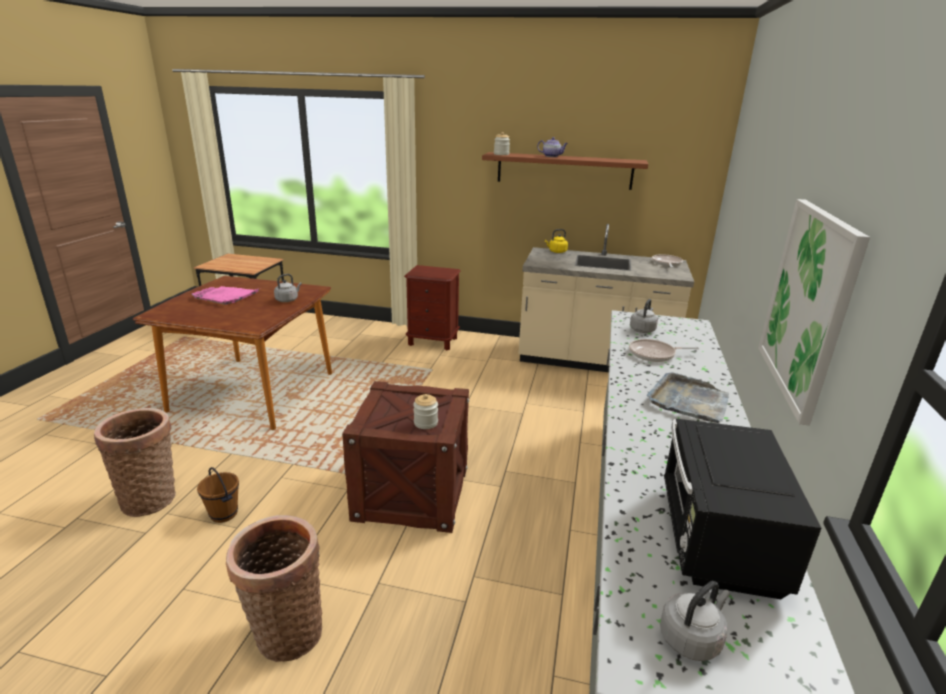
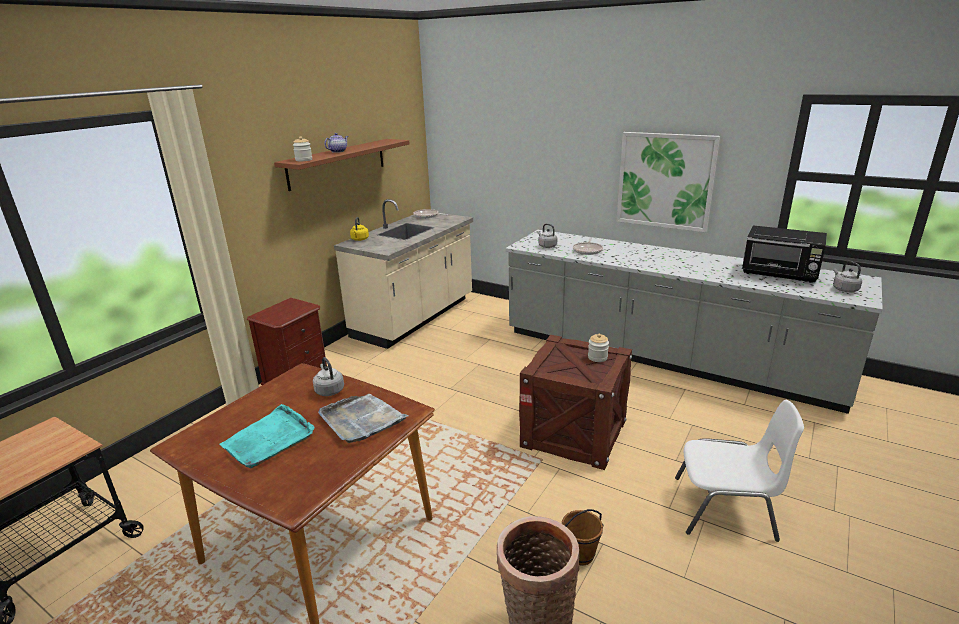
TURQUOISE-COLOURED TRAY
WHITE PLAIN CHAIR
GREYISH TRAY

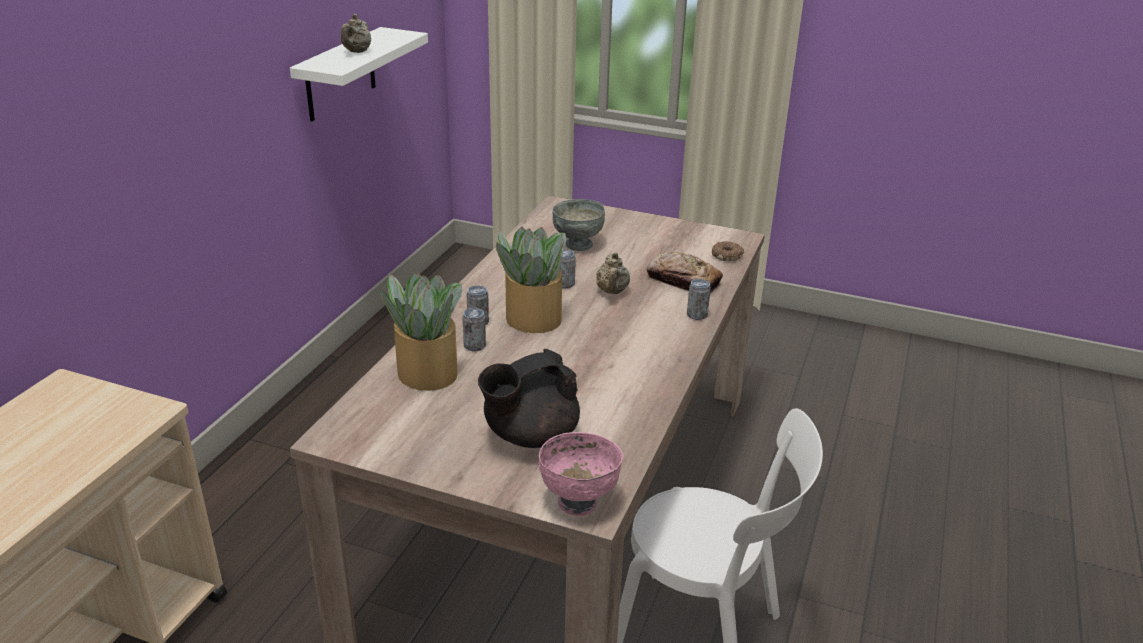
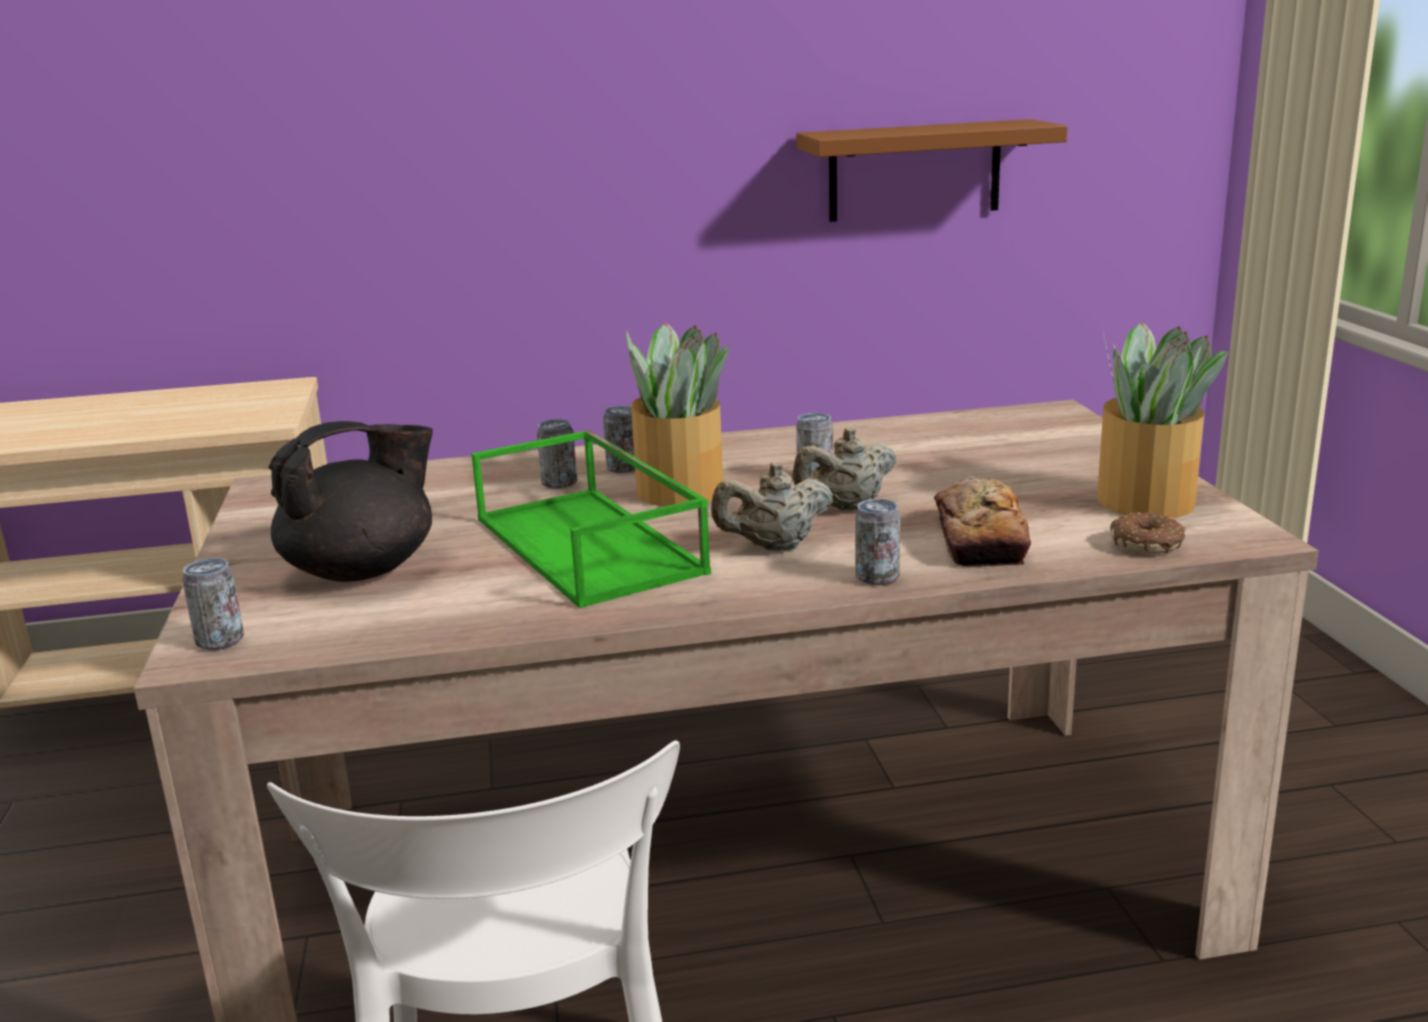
BROWNISH BRACKET SHELF
BEIGE-COLOURED TEAPOT (1st from left)
HOUSEPLANT (2nd from left)
BLACKISH TEAPOT
CAN (1st from left)
GREYISH SERVING BOWL
GREEN-COLOURED TRAY

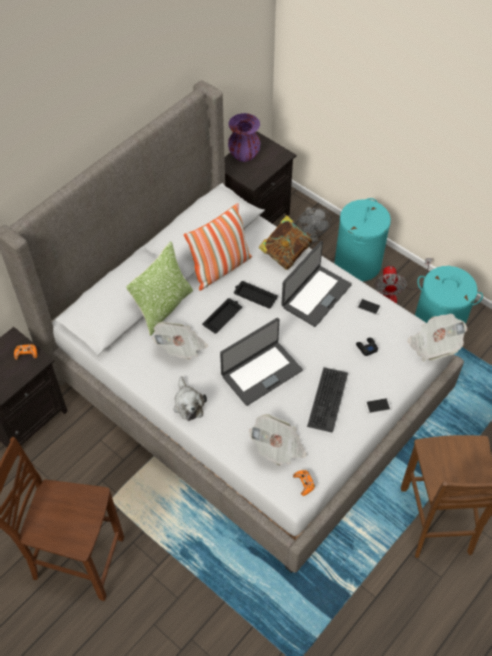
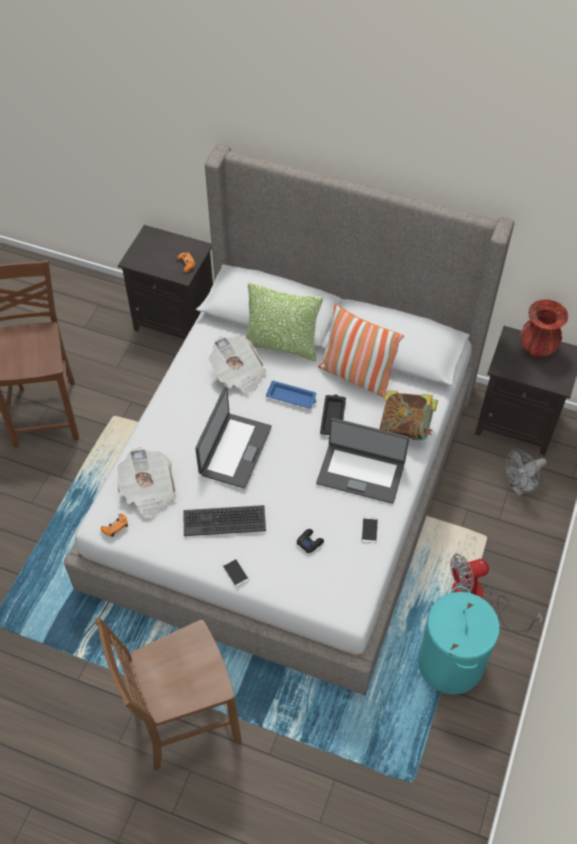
PLUSH TOY
BLUE TRAY
LAPTOP (1st from left)
REDDISH DECORATIVE VASE
TURQUOISE-COLOURED WASHING BASKET (1st from left in the first image)
DAILY PAPER (3rd from left in the first image)

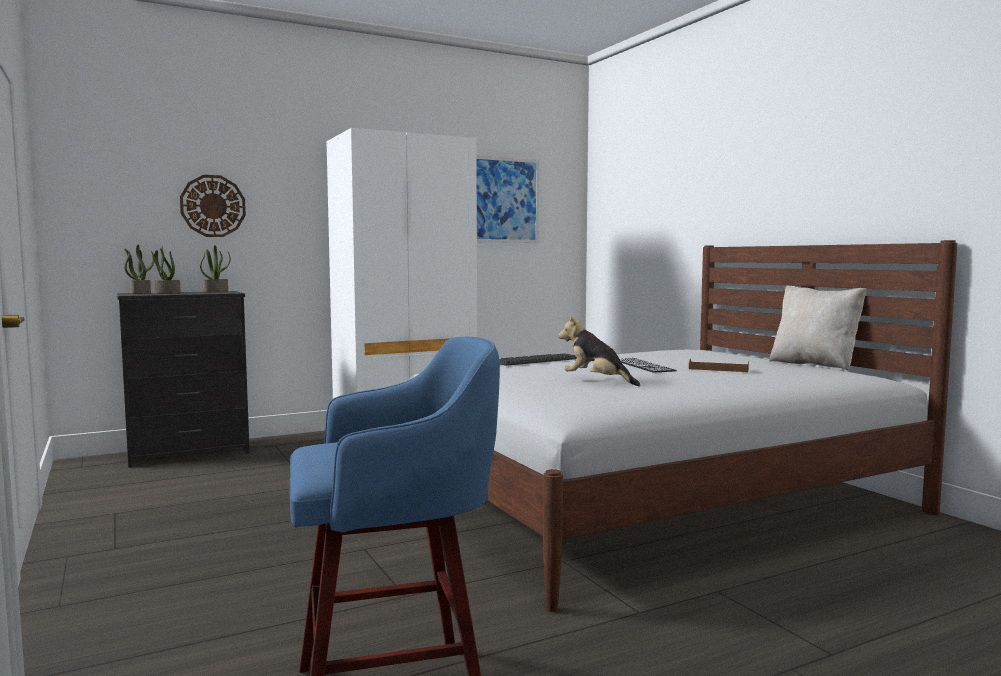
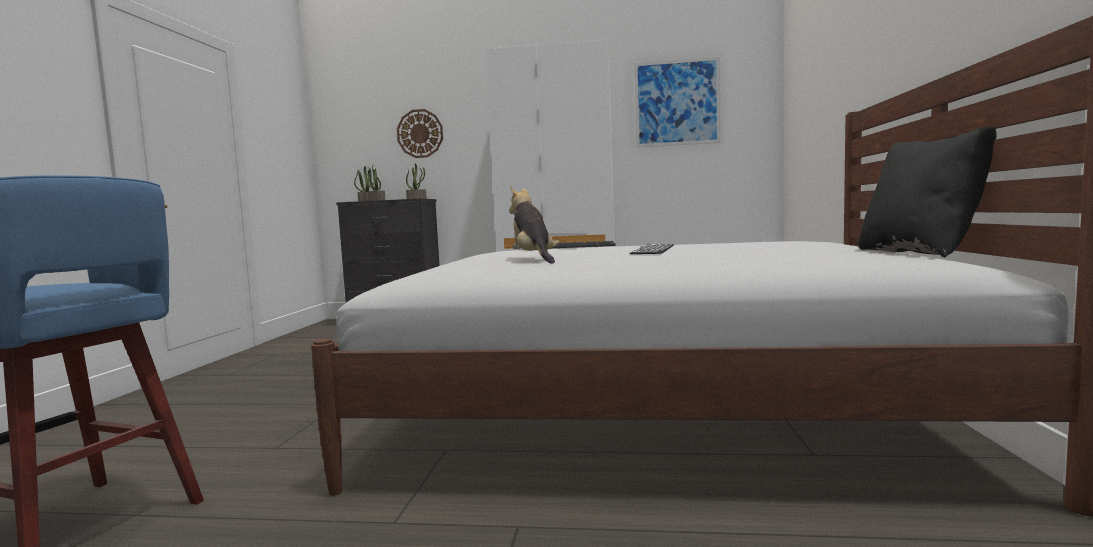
BROWNISH TRAY
BLACKISH THROW PILLOW

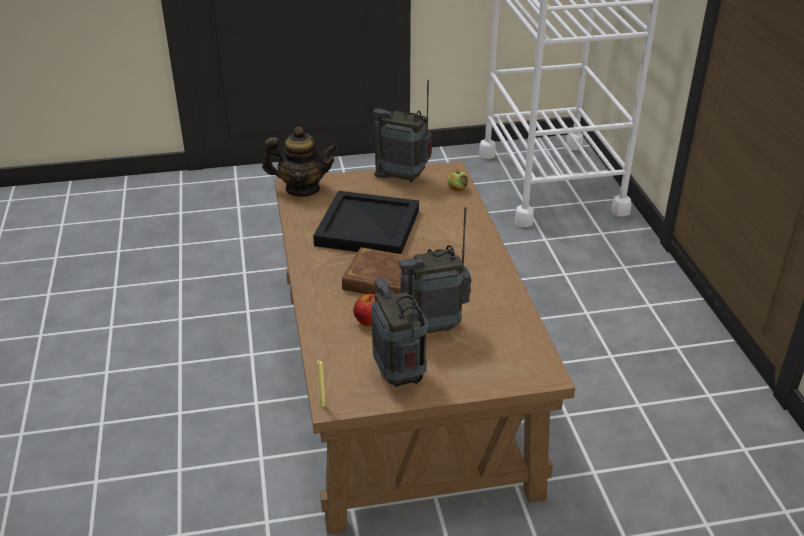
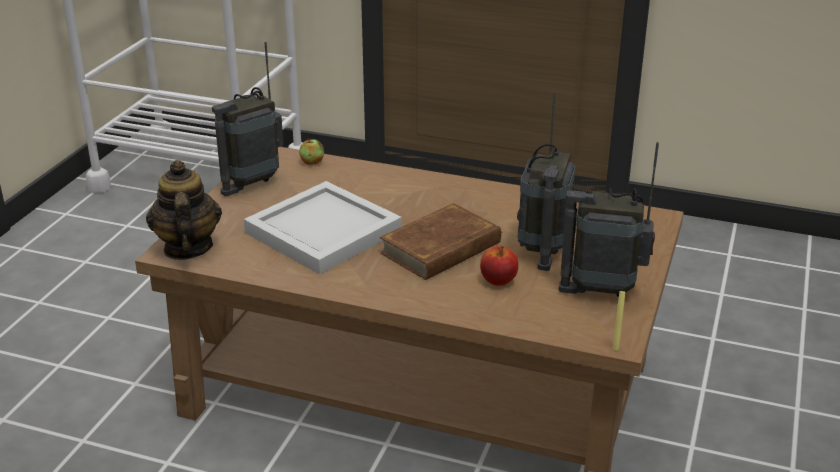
TEAPOT
WHITE TRAY

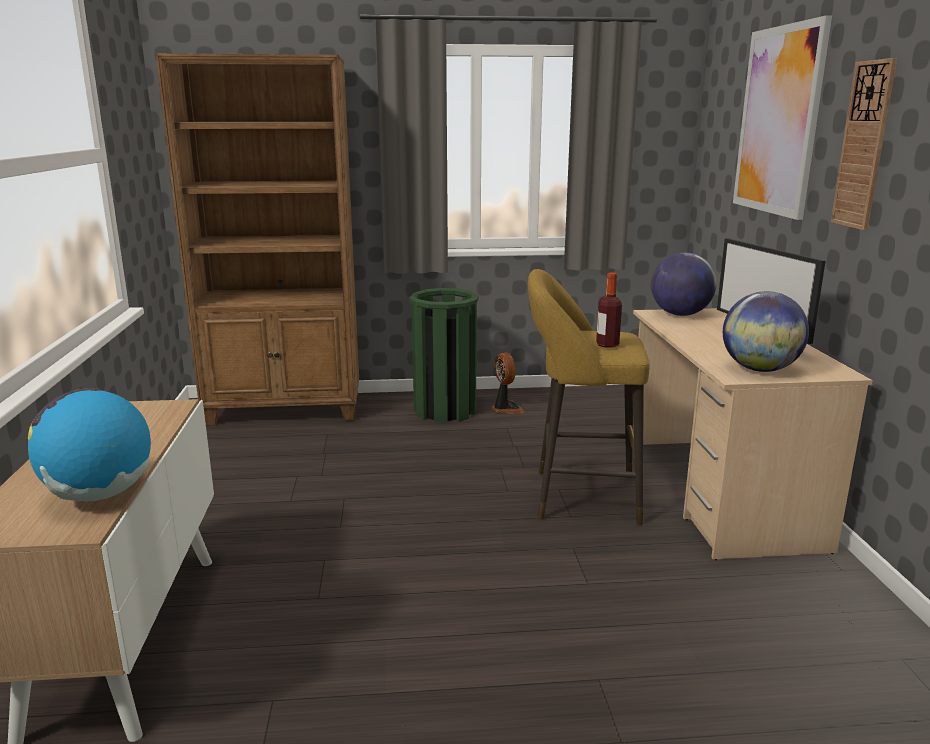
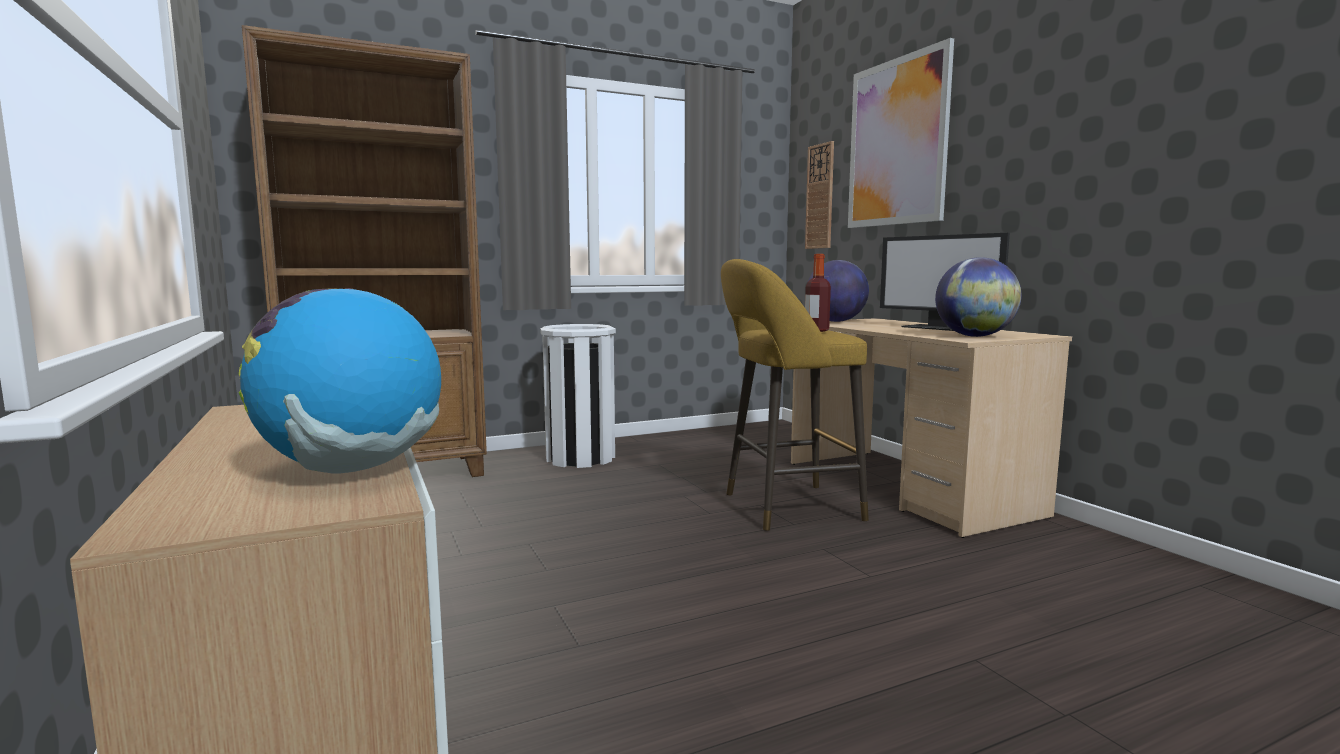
WHITE TRASH CAN
FAN
CLOCK ON THE WALL

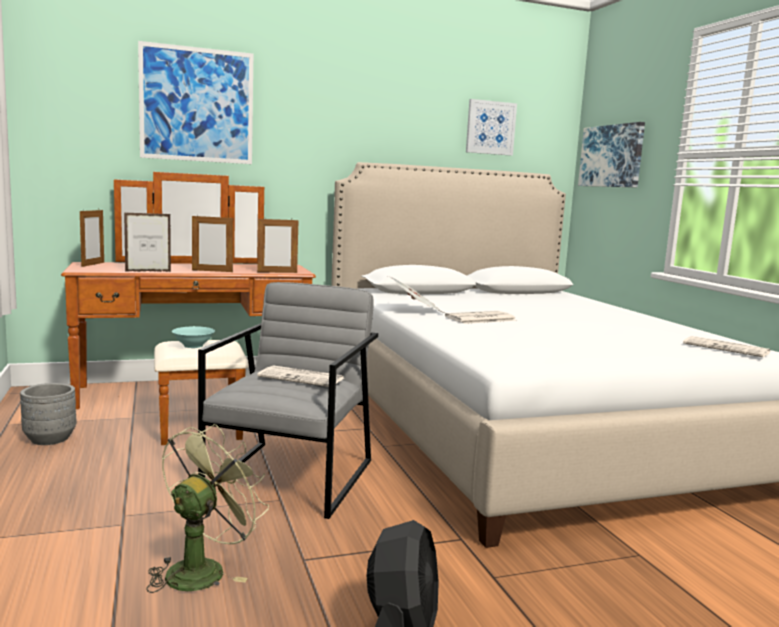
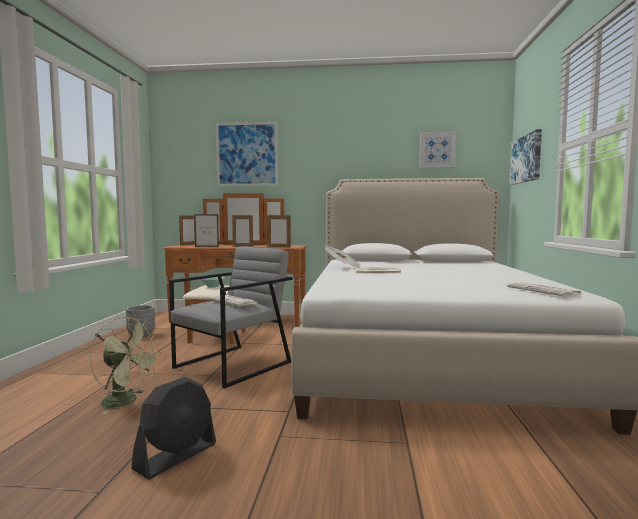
GREEN-COLOURED FAN

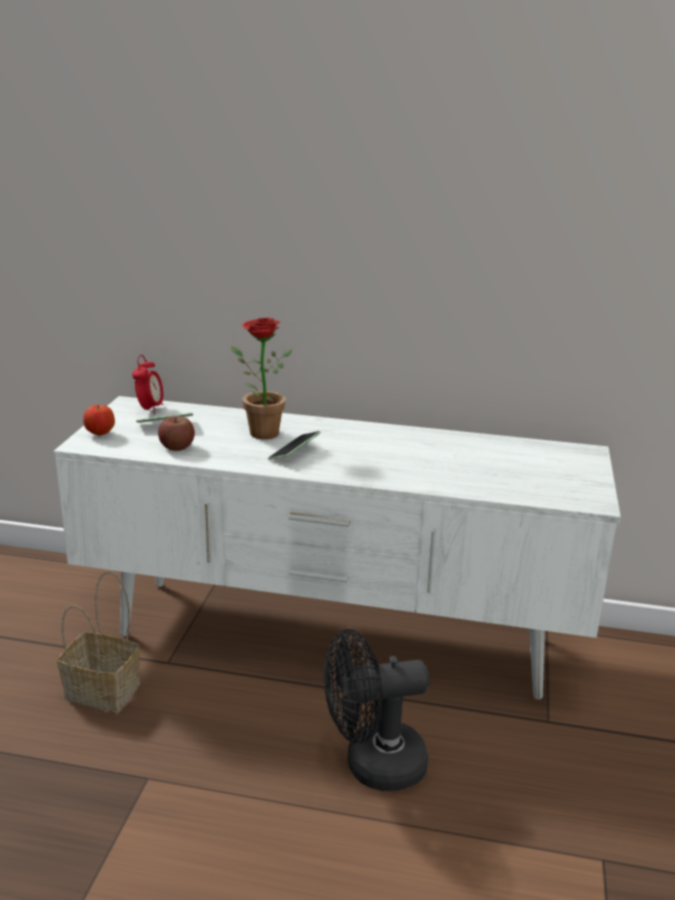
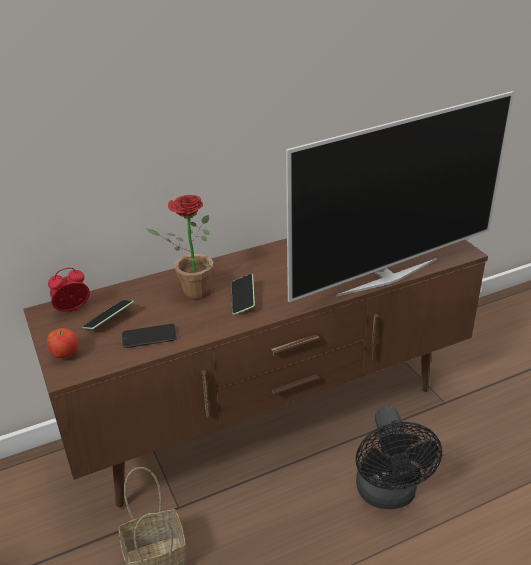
BROWNISH TV STAND
BEDSIDE CLOCK
PHONE (2nd from left)
BLACKISH FAN
TV

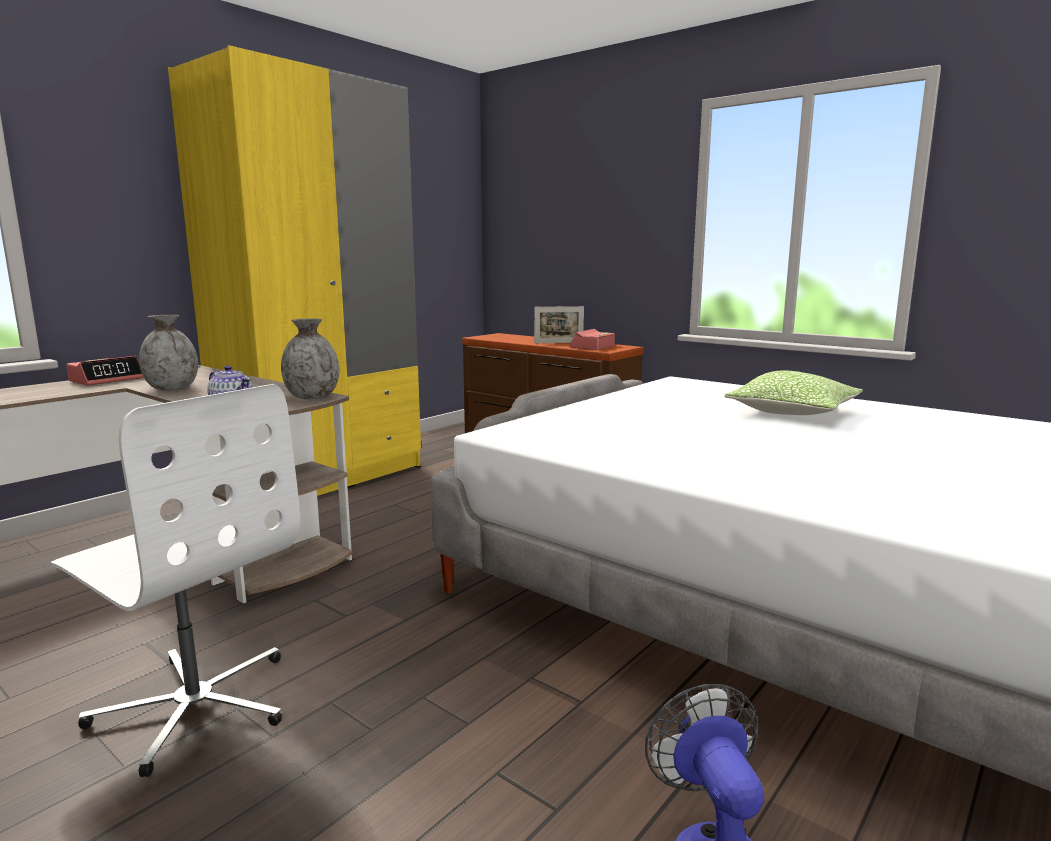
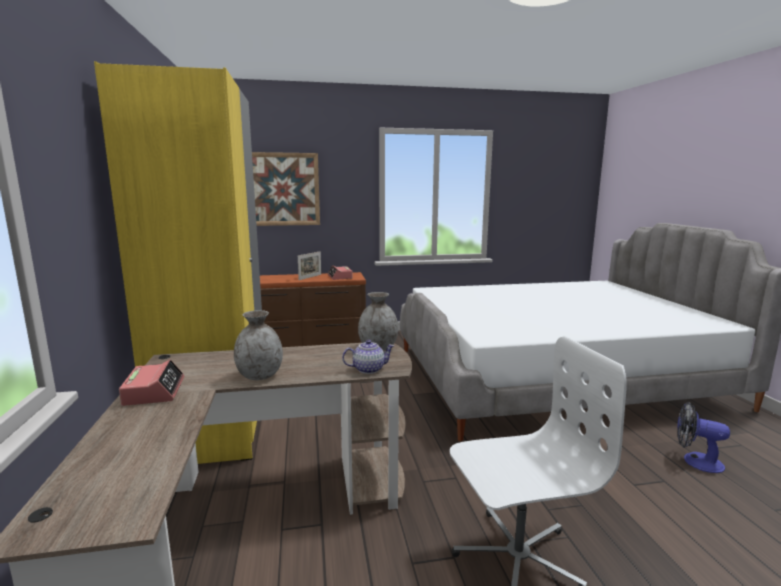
THROW PILLOW
WALL ART

